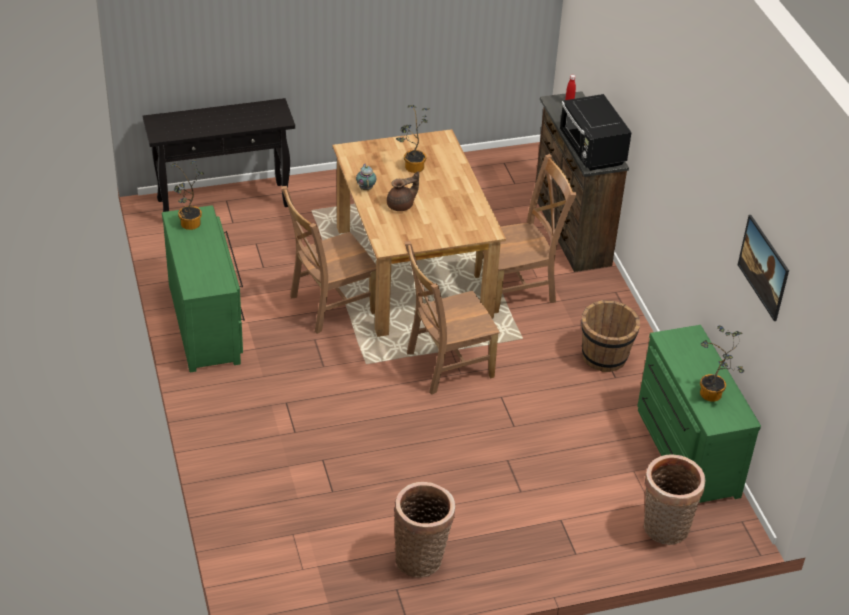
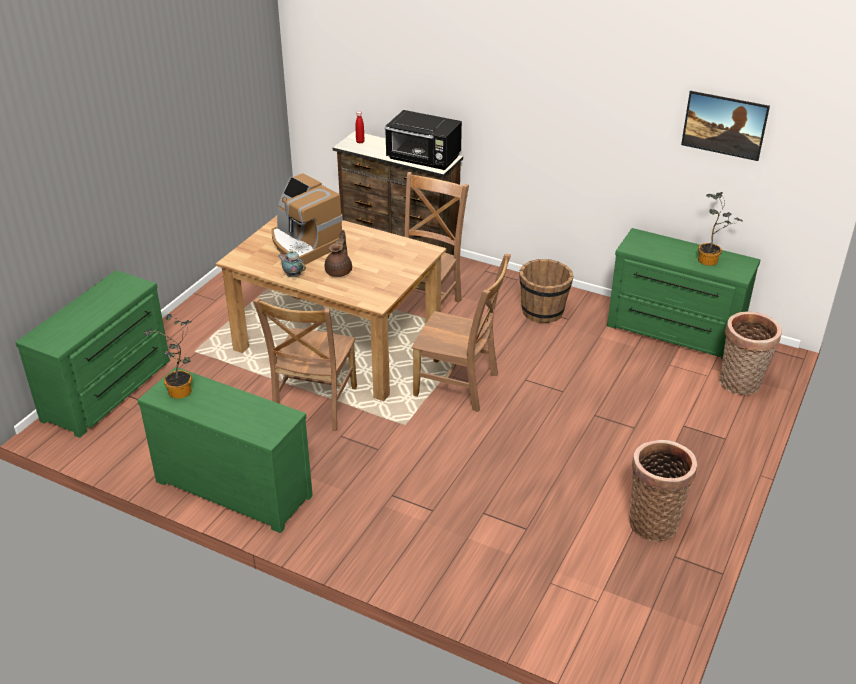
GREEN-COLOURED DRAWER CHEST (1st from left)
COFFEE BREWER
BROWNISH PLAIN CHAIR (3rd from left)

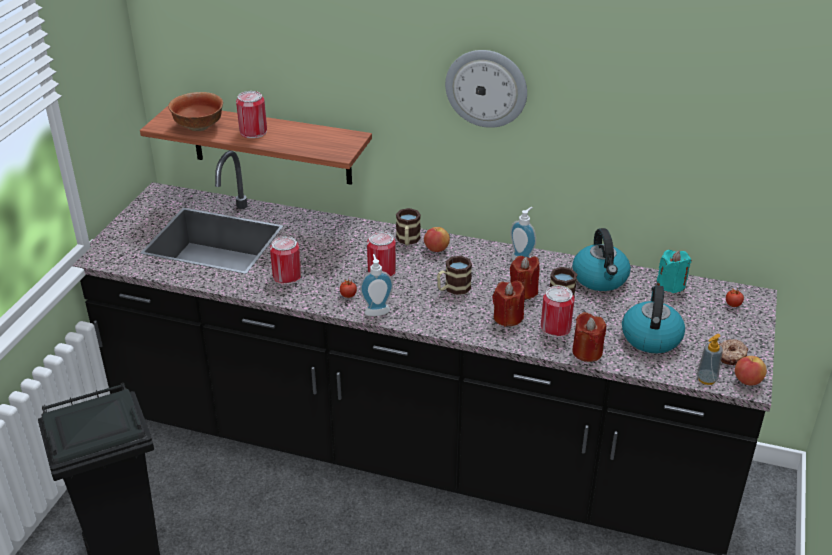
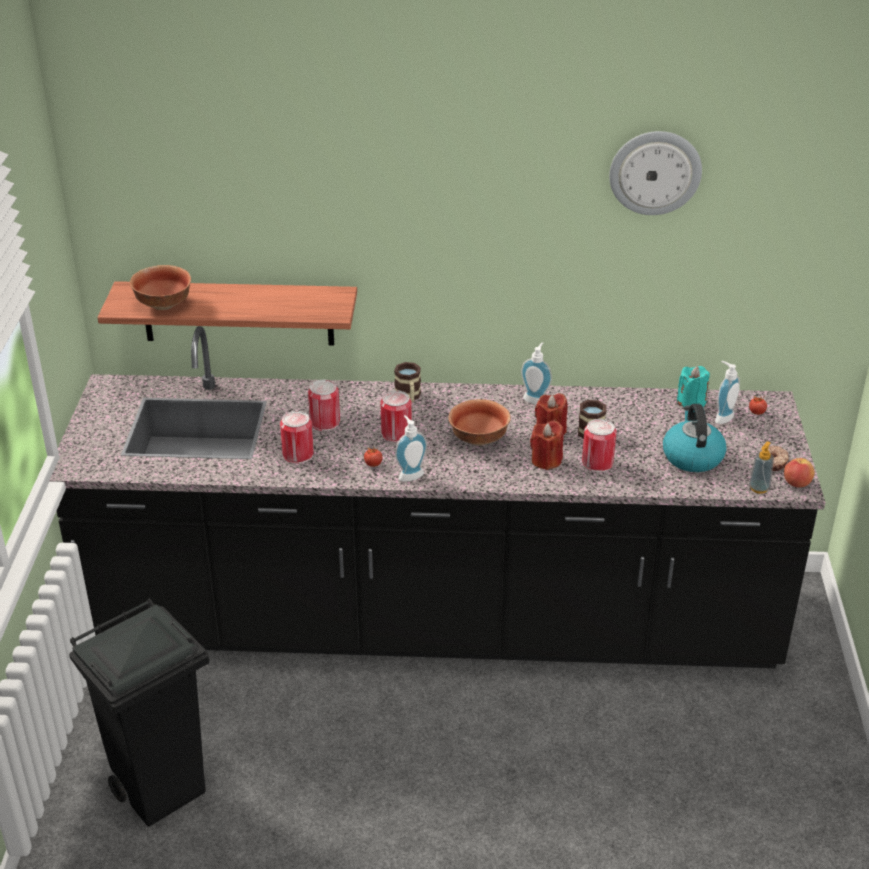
CAN (2nd from left)
APPLE (1st from left in the first image)
SERVING BOWL (2nd from left)
CLOCK ON THE WALL
WATER KETTLE (1st from left in the first image)
REDDISH WAX LIGHT (3rd from left in the first image)
SOAP DISPENSER (3rd from left)

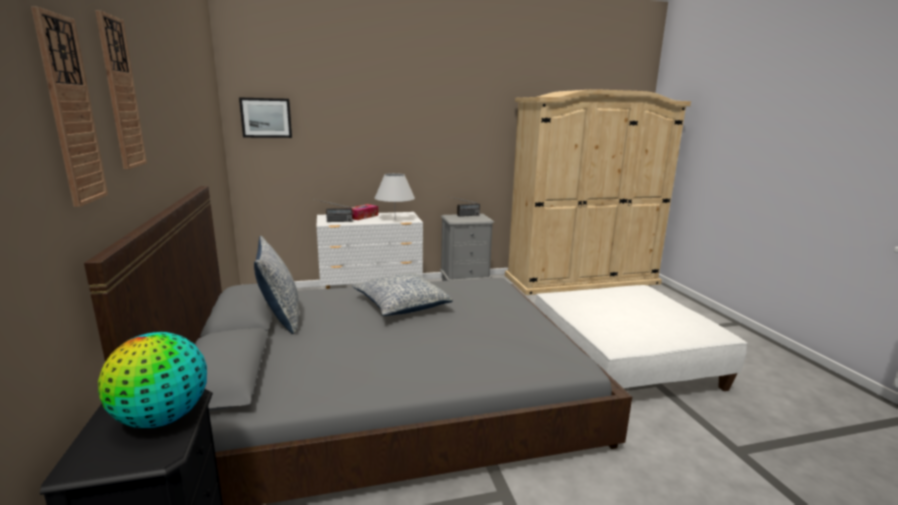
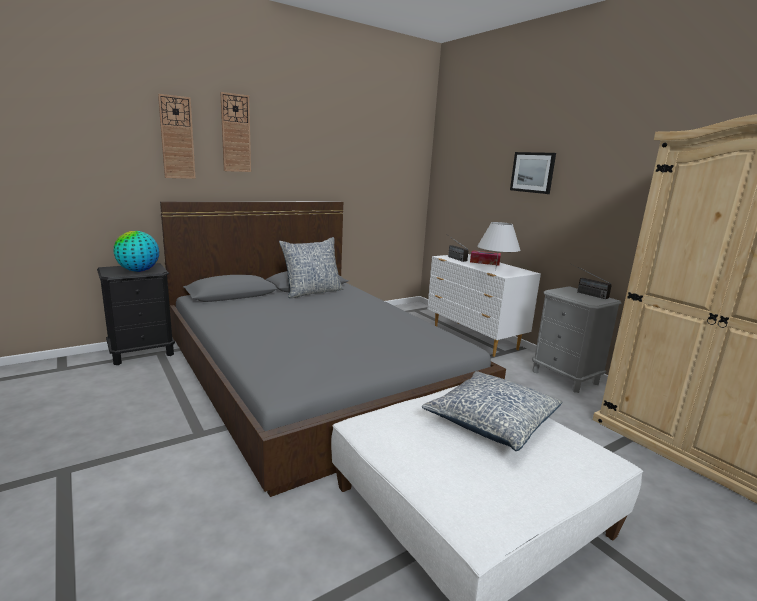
WALL ART
THROW PILLOW (2nd from left)

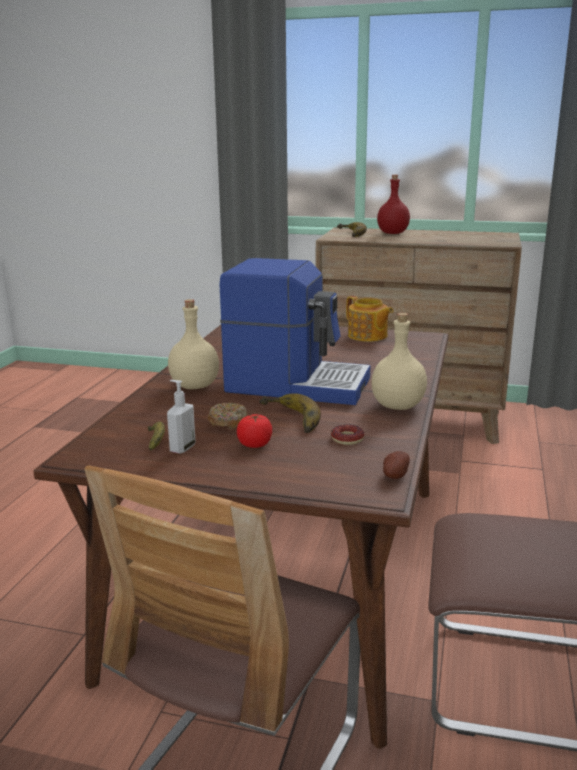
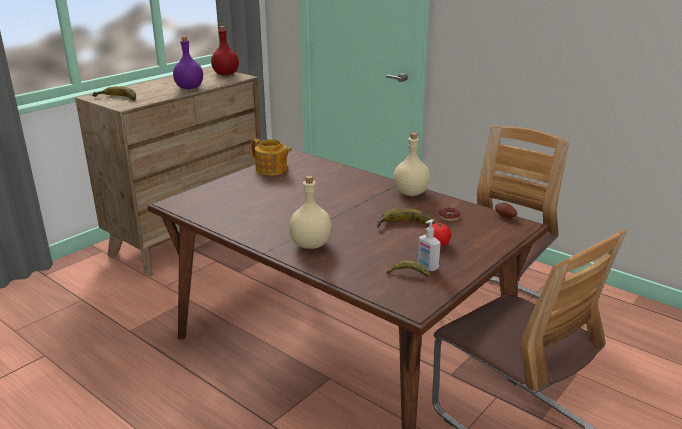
DOUGHNUT (1st from left in the first image)
COFFEE BREWER
TEAPOT
REDDISH BEVERAGE BOTTLE
PURPLISH BEVERAGE BOTTLE

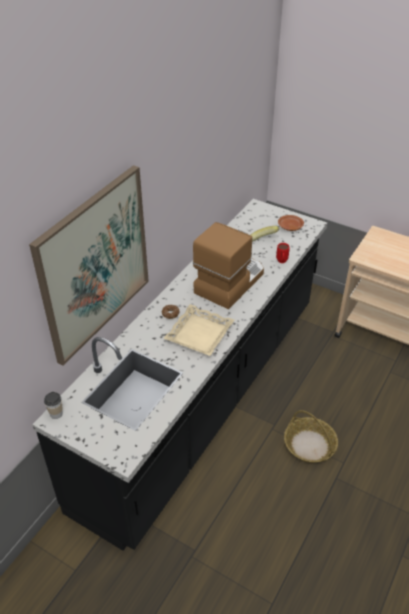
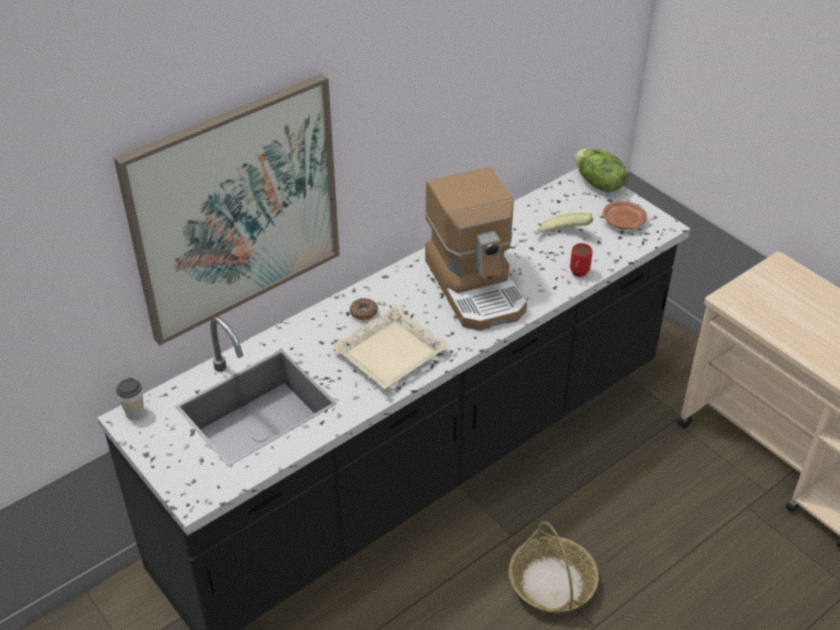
COFFEE BREWER
LETTUCE

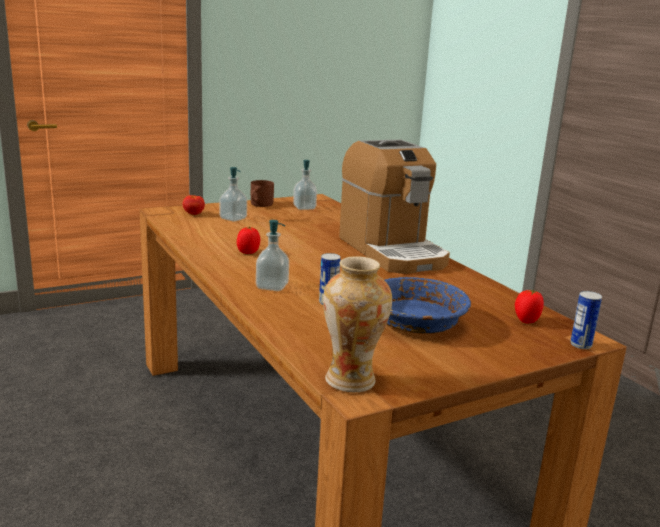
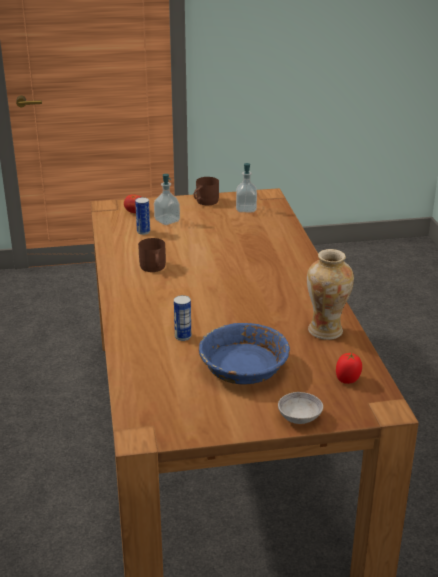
BROWNISH TEA MUG (1st from left)
SOAP DISPENSER (2nd from left in the first image)
DECORATIVE VASE
COFFEE BREWER
CAN (1st from left)
GREYISH SERVING BOWL

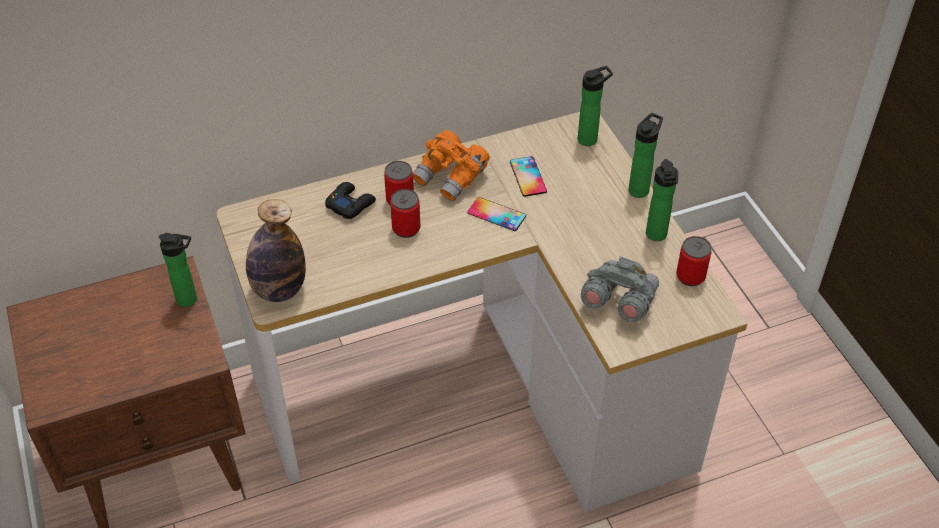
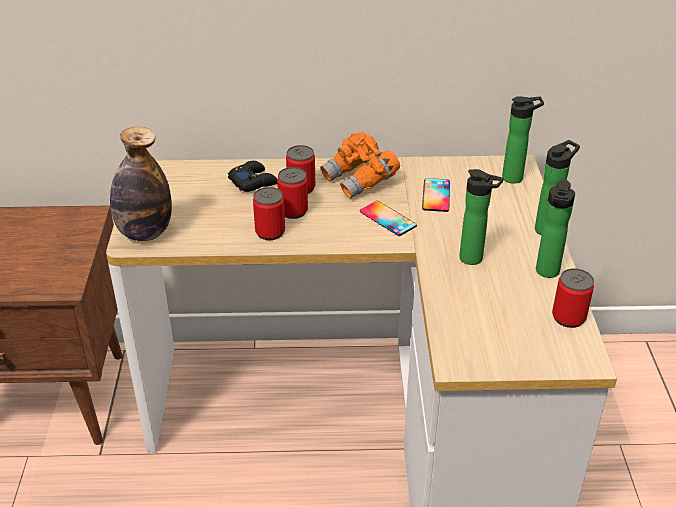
BEVERAGE BOTTLE (2nd from left)
GREYISH PAIR OF BINOCULARS
CAN (1st from left)

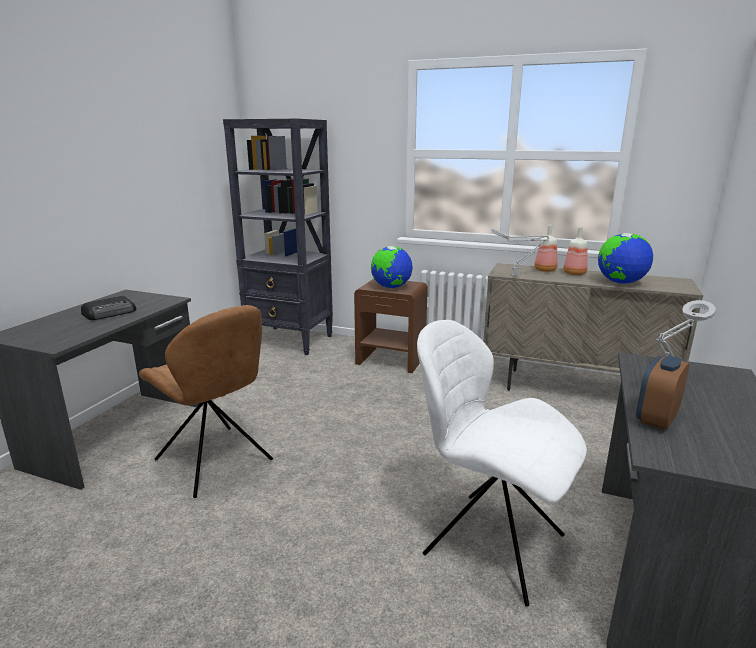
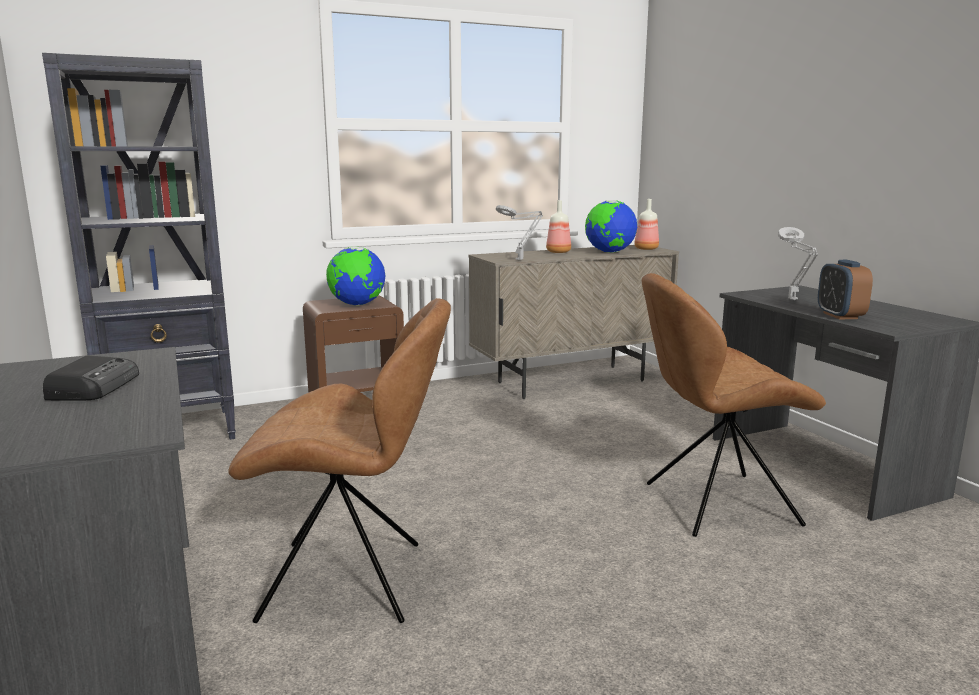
BROWNISH PLAIN CHAIR (2nd from left)
BEVERAGE BOTTLE (2nd from left)

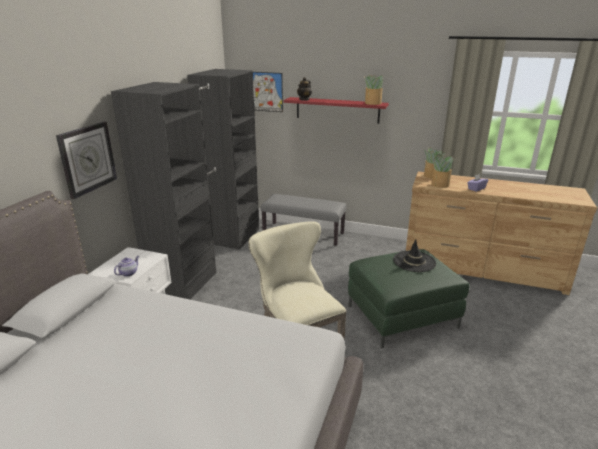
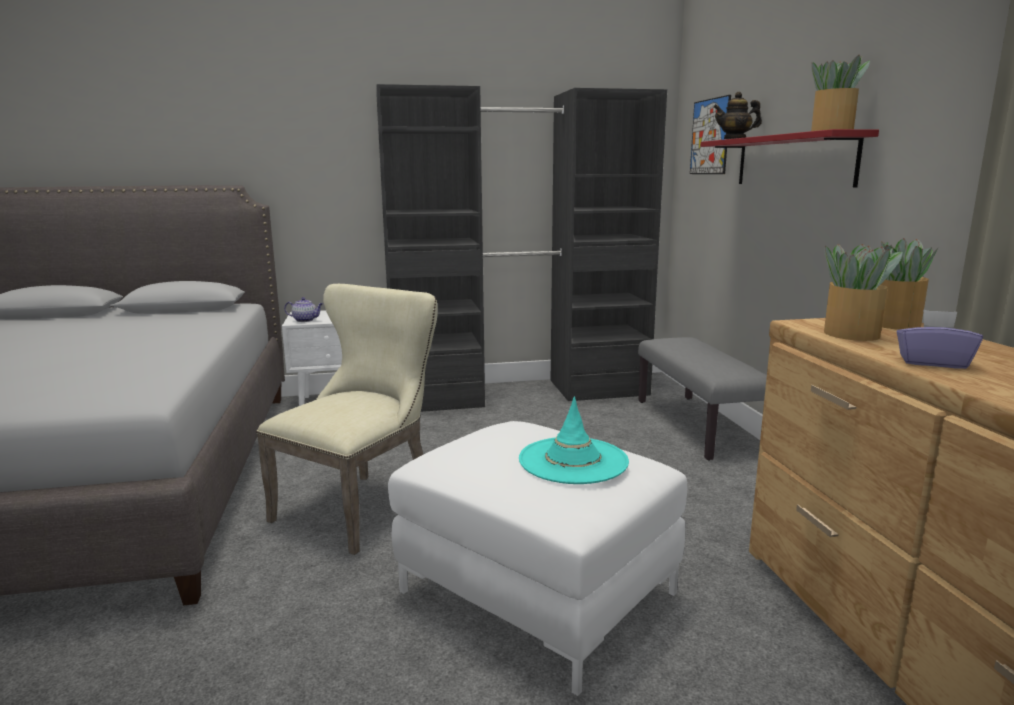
CLOCK ON THE WALL
WHITE POUFFE
TURQUOISE-COLOURED CLOTHING HAT

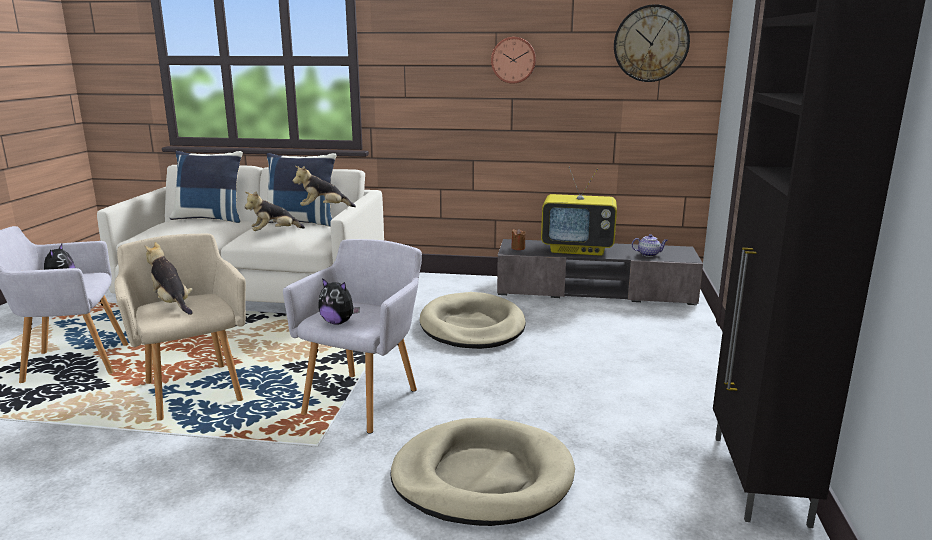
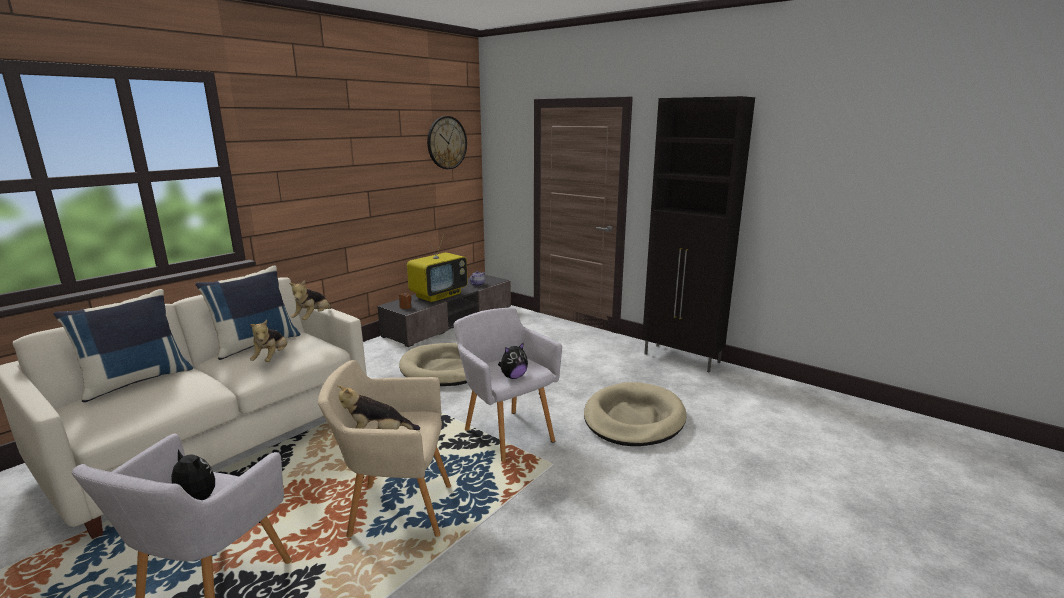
CLOCK ON THE WALL (1st from left in the first image)

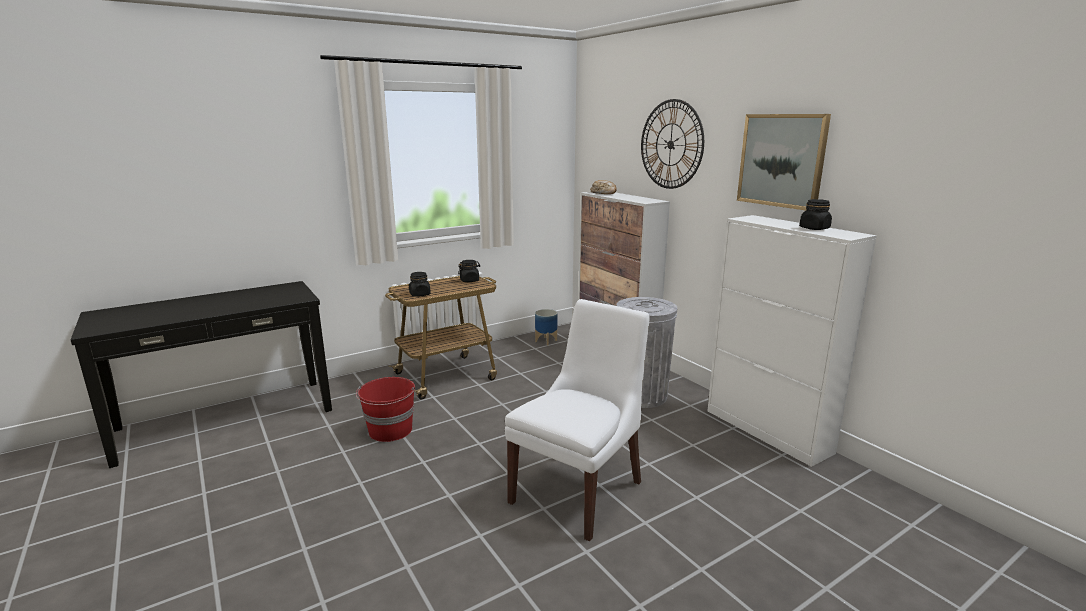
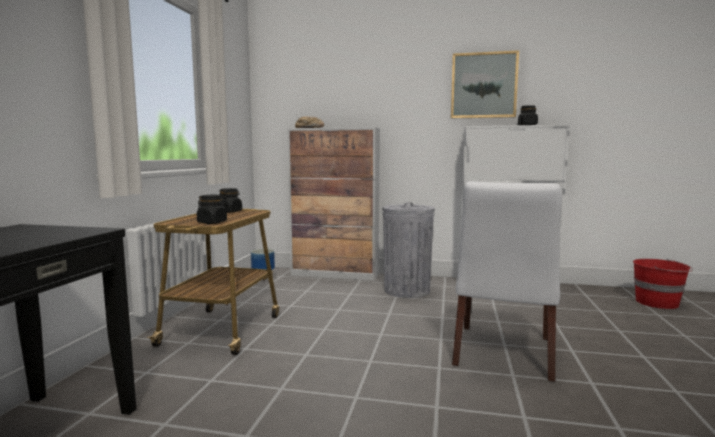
REDDISH BUCKET
WHITE PLAIN CHAIR
CLOCK ON THE WALL

